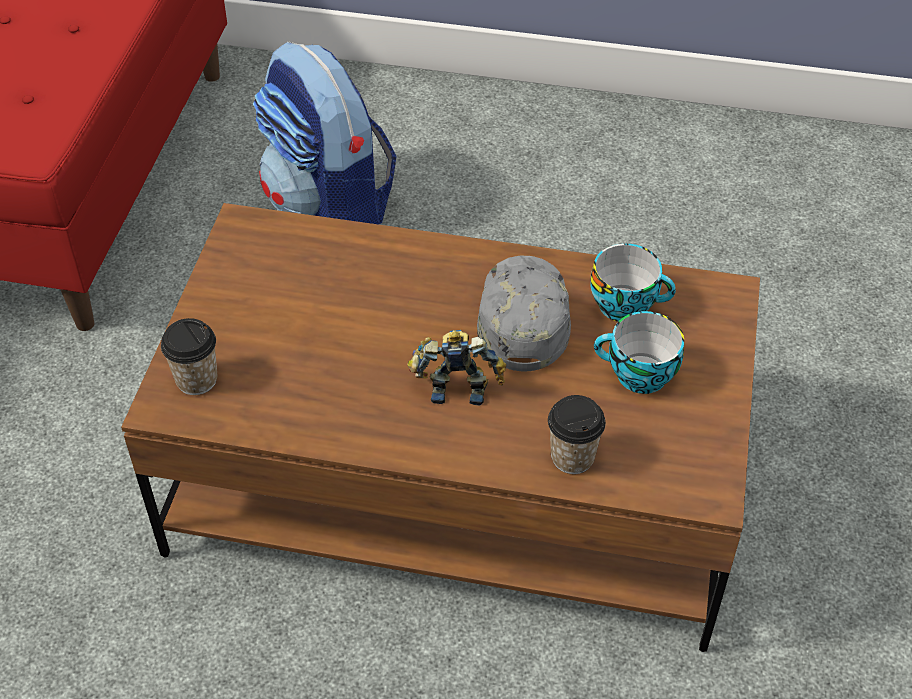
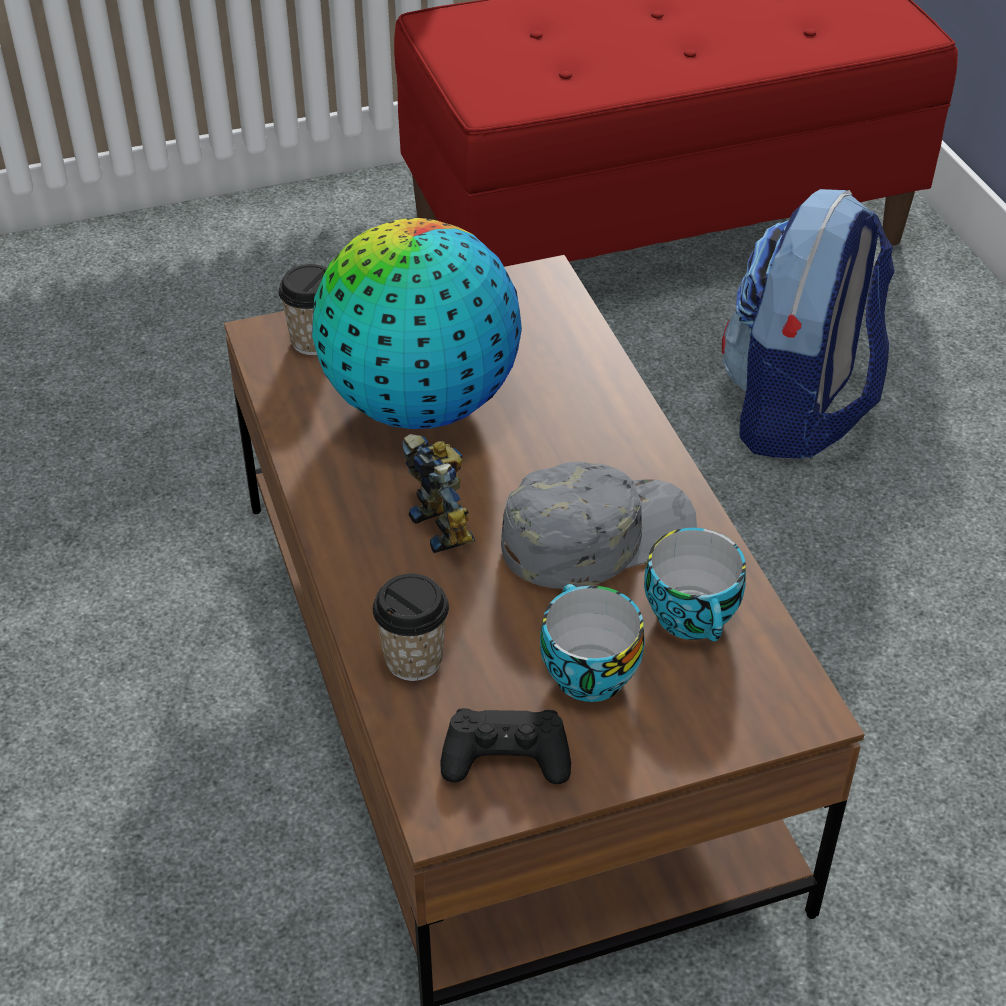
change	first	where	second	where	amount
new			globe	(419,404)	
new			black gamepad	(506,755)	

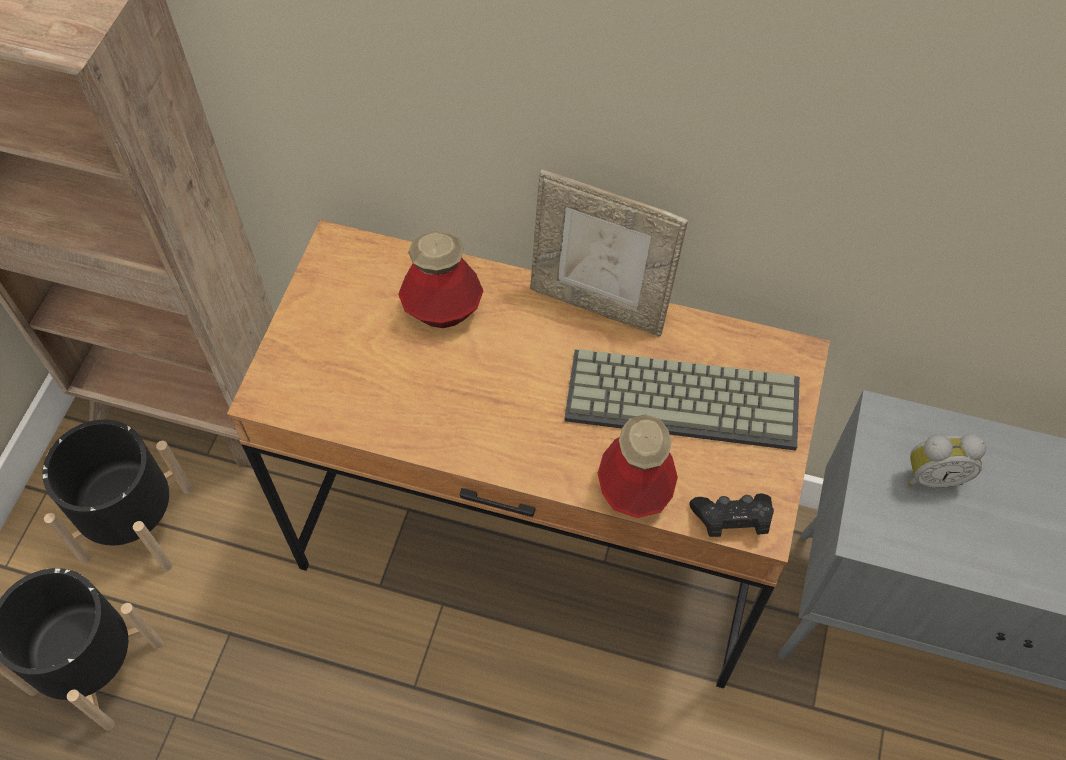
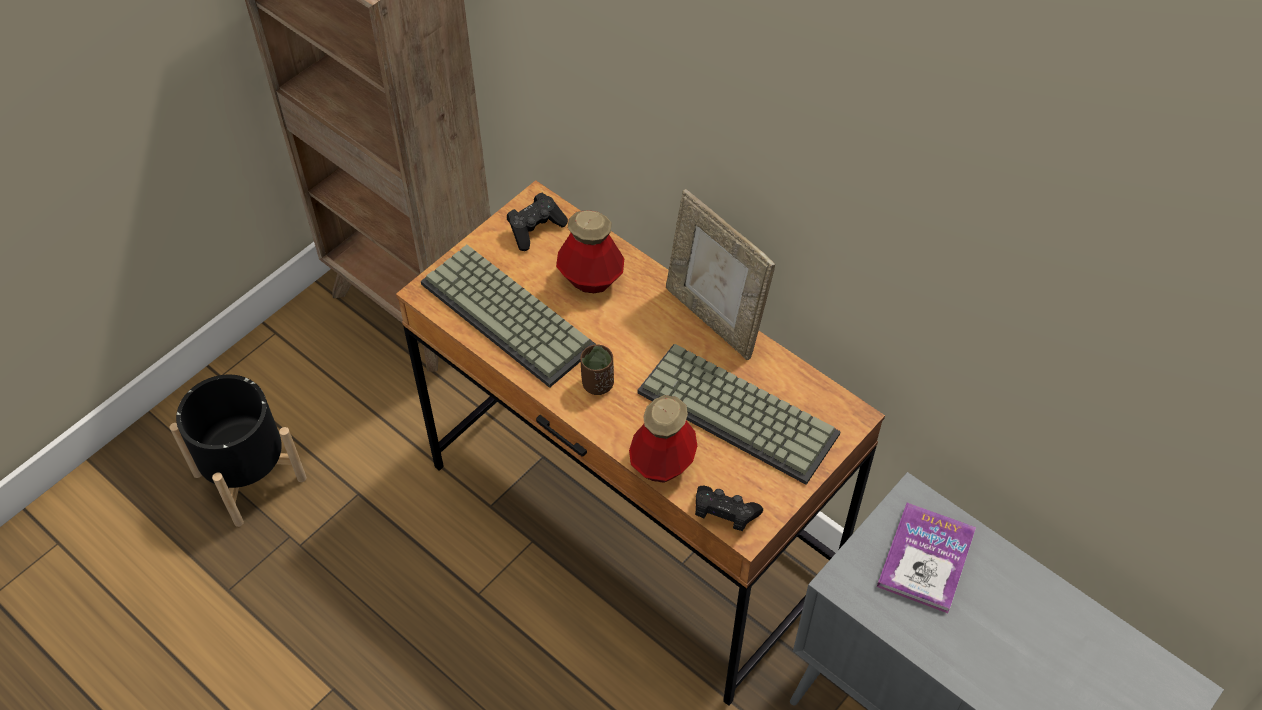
change	first	where	second	where	amount
gone	black flower pot	(137,524)			
swapped	bedside clock	(932,475)	volume	(926,559)	
new			computer keyboard	(511,314)	
new			black gamepad	(535,229)	
new			brown small cup	(597,384)	

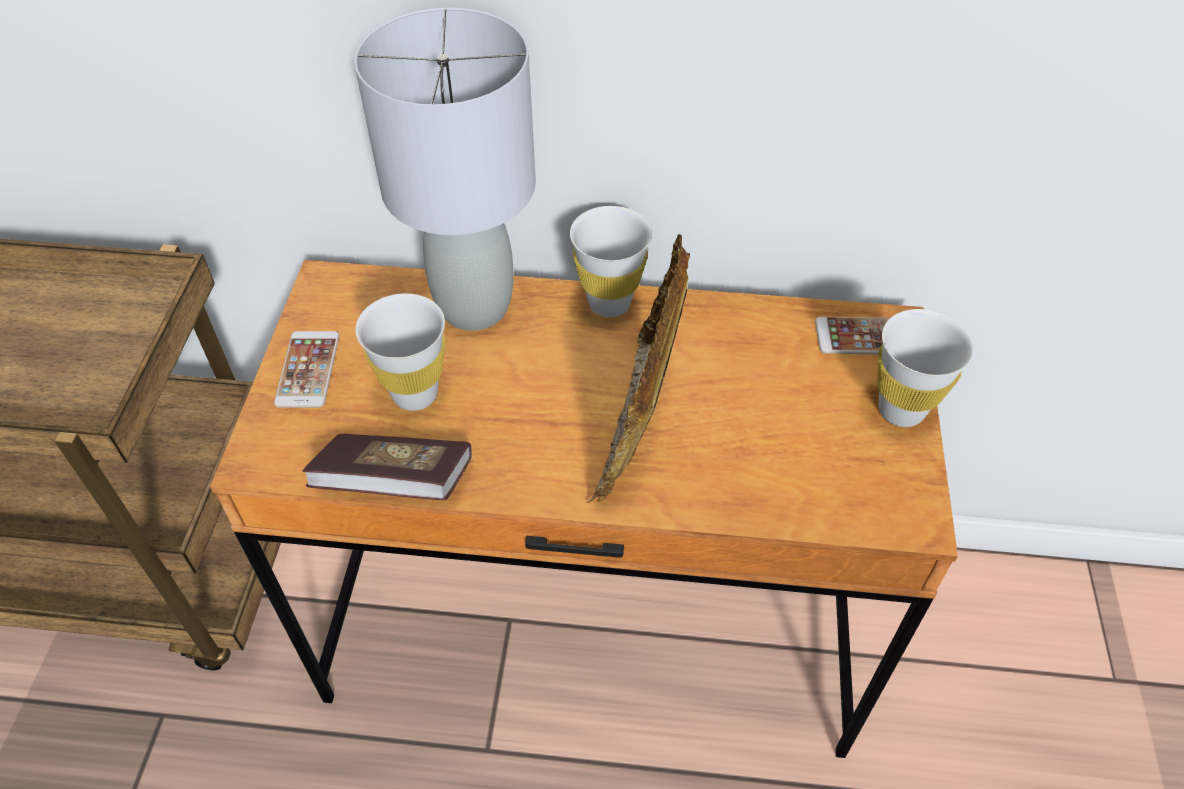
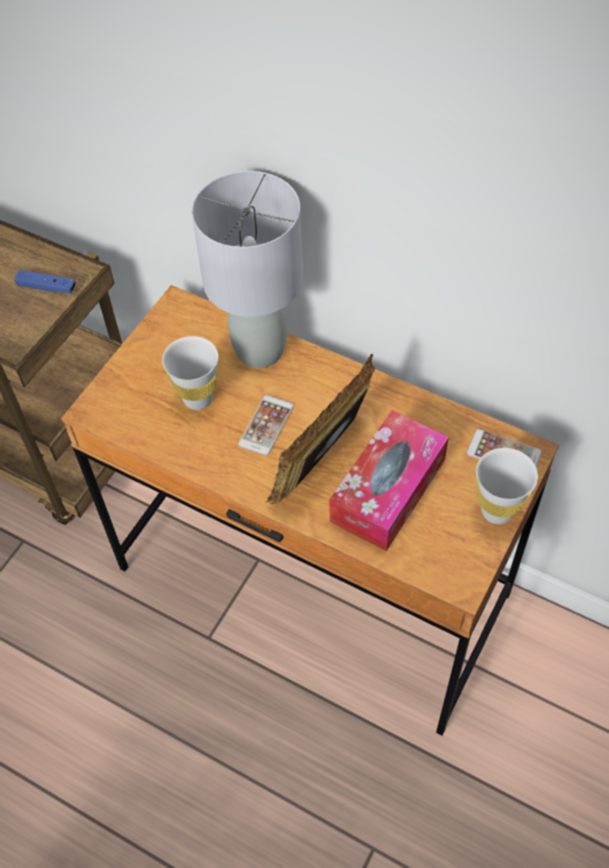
change	first	where	second	where	amount
shifted	phone	(308,369)		(266,425)	
gone	volume	(395,483)			
gone	white-coloured small cup	(609,303)			
new			bluish gamepad	(47,287)	
new			tissue holder	(388,490)	

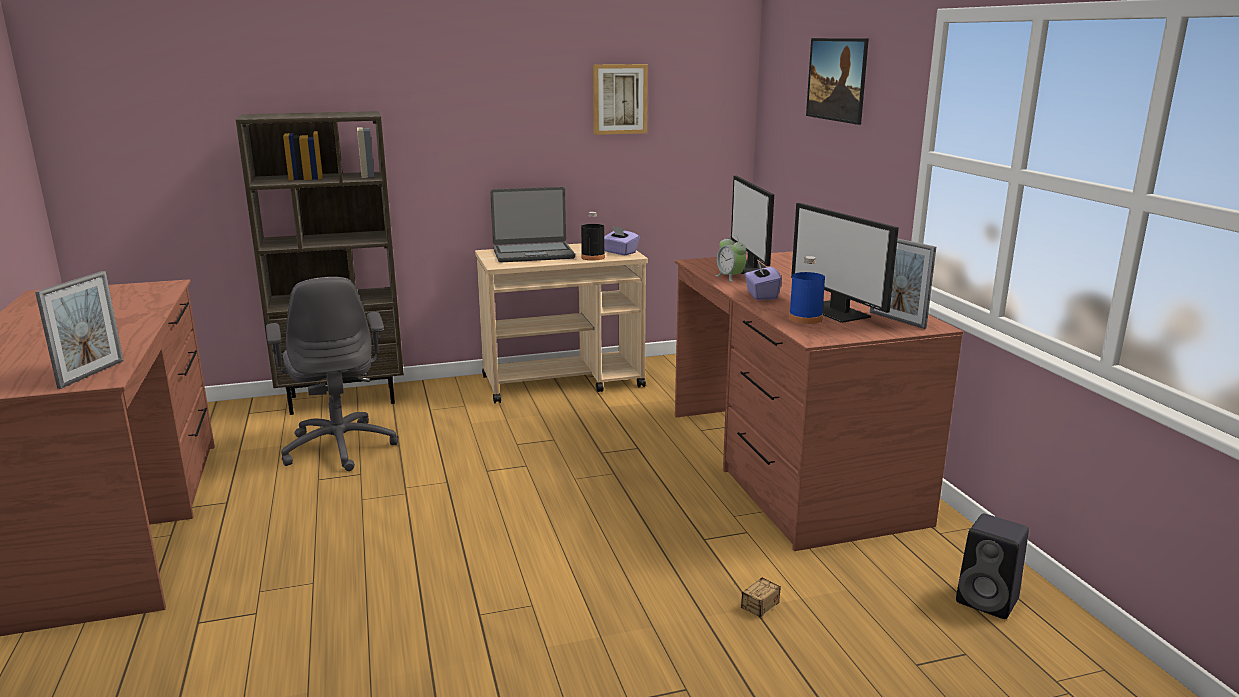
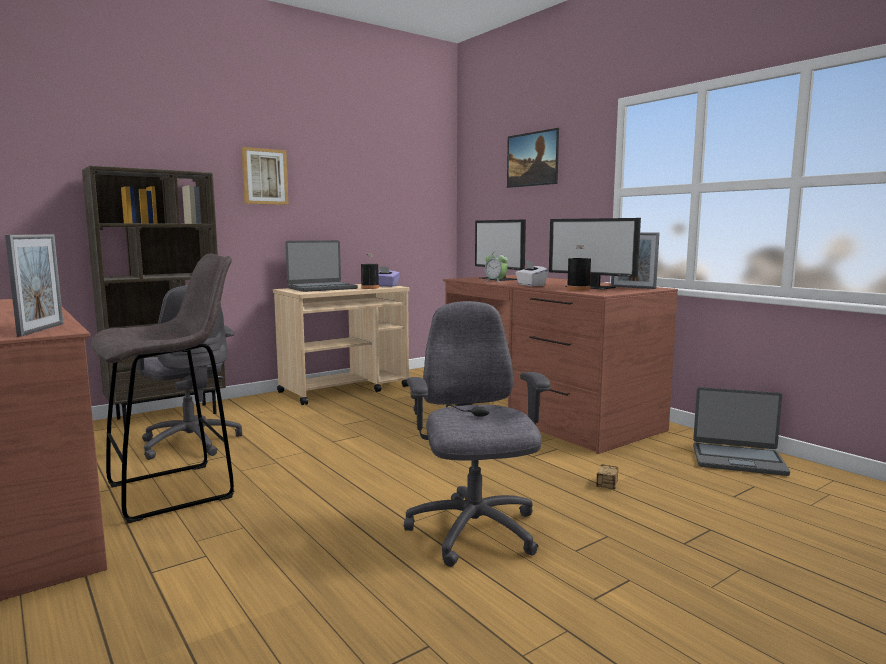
change	first	where	second	where	amount
shifted	picture	(619,99)		(264,176)	
repainted	purple tissue holder	(761,295)	white-coloured tissue holder	(530,285)	
repainted	bluish bottle	(805,318)	black bottle	(578,289)	
swapped	black loudspeaker	(989,601)	notebook computer	(738,460)	
new			gray stool seat	(175,490)	
new			gray office chair	(474,533)	

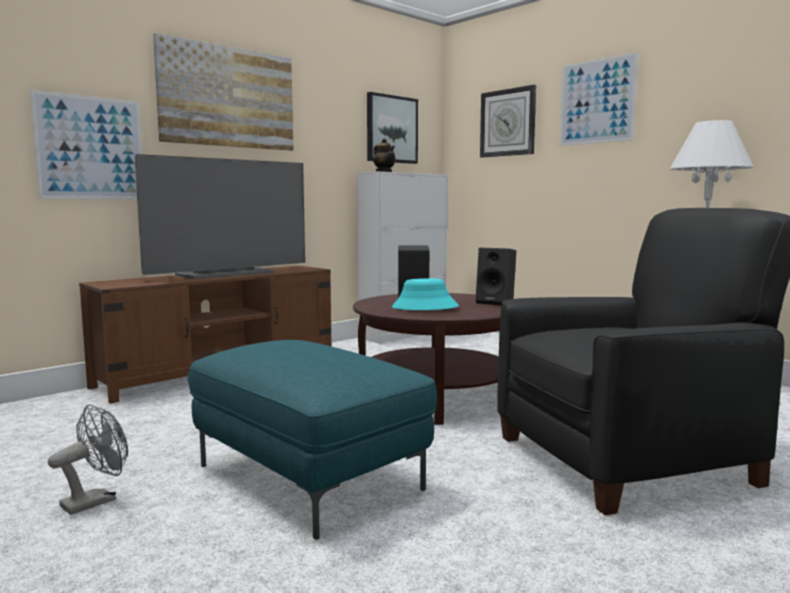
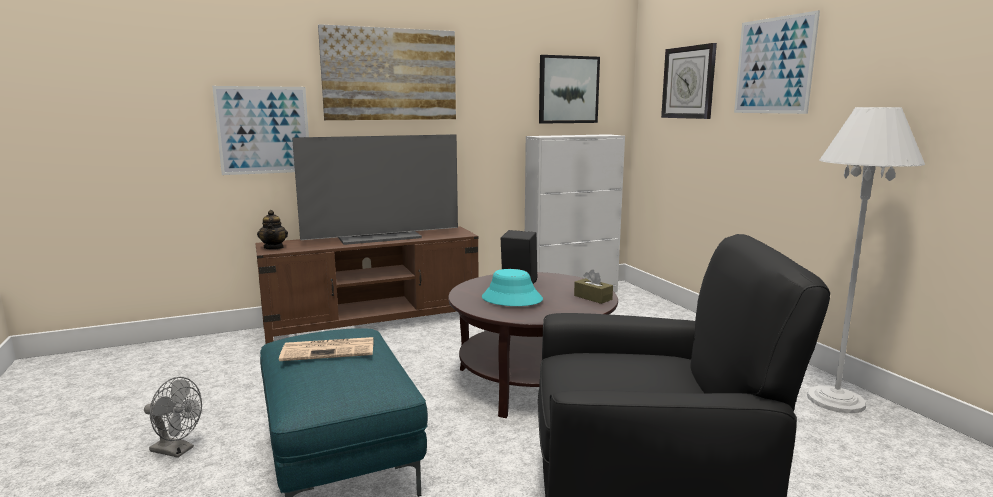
change	first	where	second	where	amount
rotated	gray cooling fan	(96,500)		(177,450)	45 degrees clockwise
shifted	tea pot	(384,172)		(274,247)	
swapped	black loudspeaker	(496,302)	brown tissue holder	(593,297)	
new			newspaper	(330,350)	

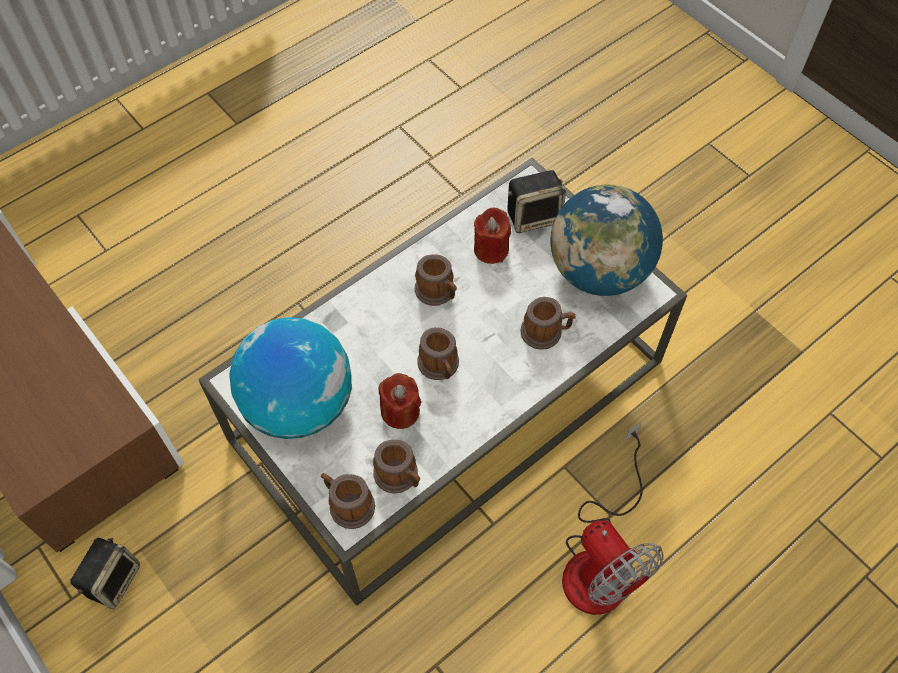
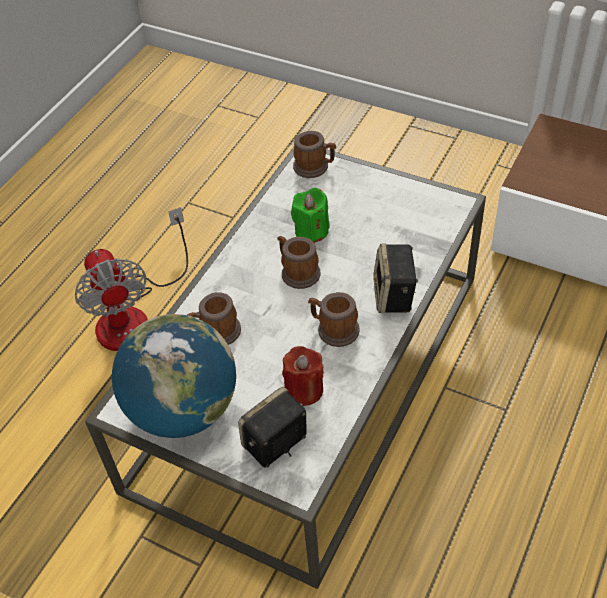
change	first	where	second	where	amount
shifted	loudspeaker	(113,579)		(394,296)	
gone	globe	(298,403)			
gone	tea mug	(399,476)			
repainted	reddish wax candle	(400,411)	green-coloured wax candle	(311,231)	
rotated	cooling fan	(600,559)		(134,314)	150 degrees counterclockwise

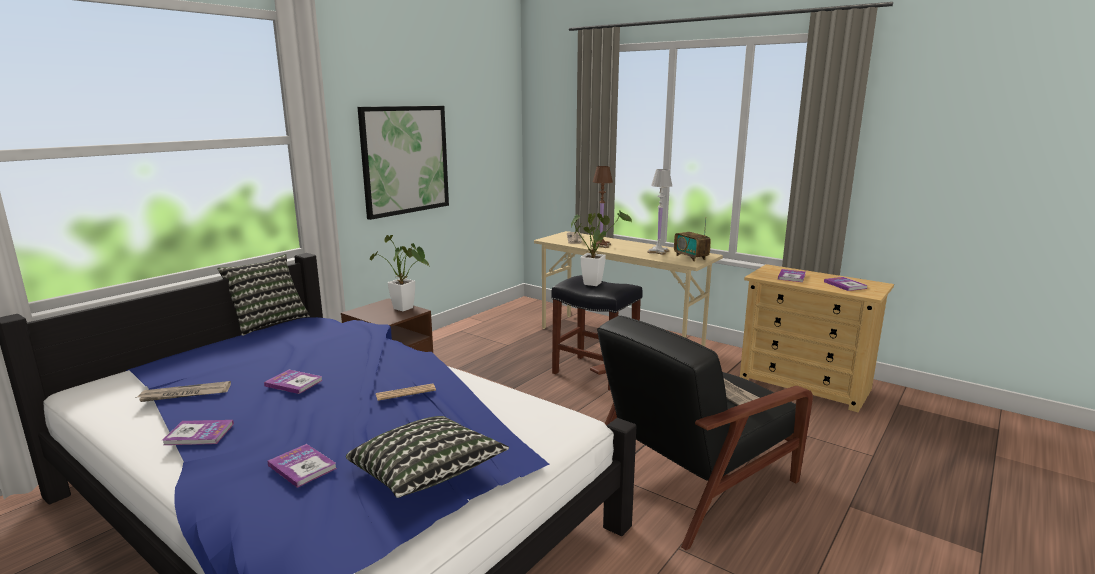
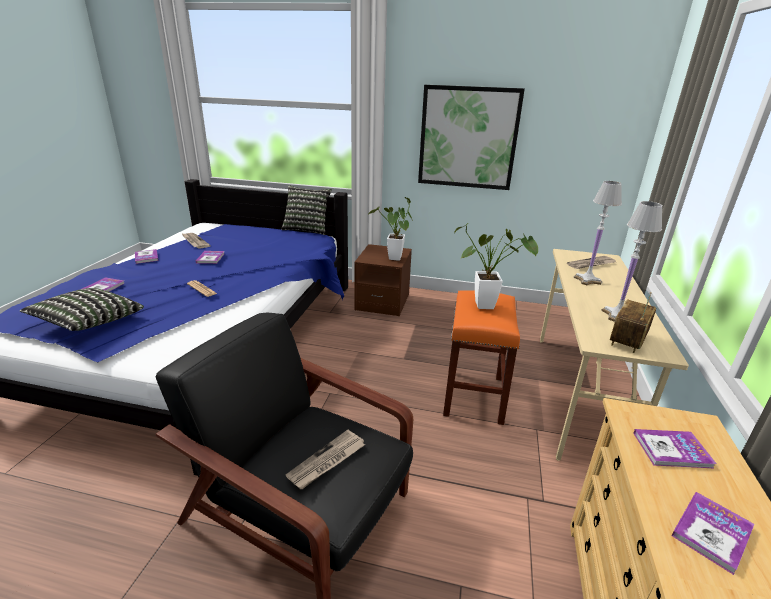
change	first	where	second	where	amount
repainted	black stool seat	(593,372)	orangey stool seat	(473,395)	
repainted	brown tabletop lamp	(601,245)	white-coloured tabletop lamp	(587,280)	

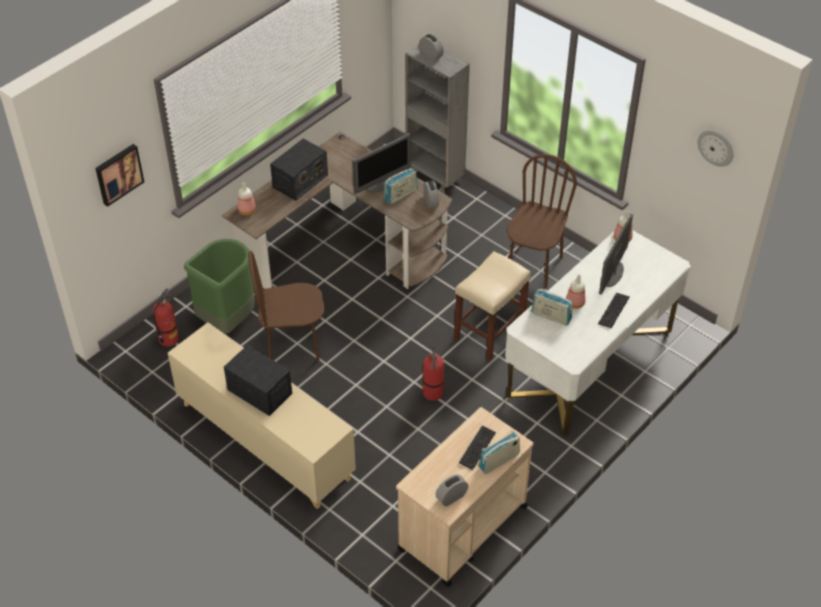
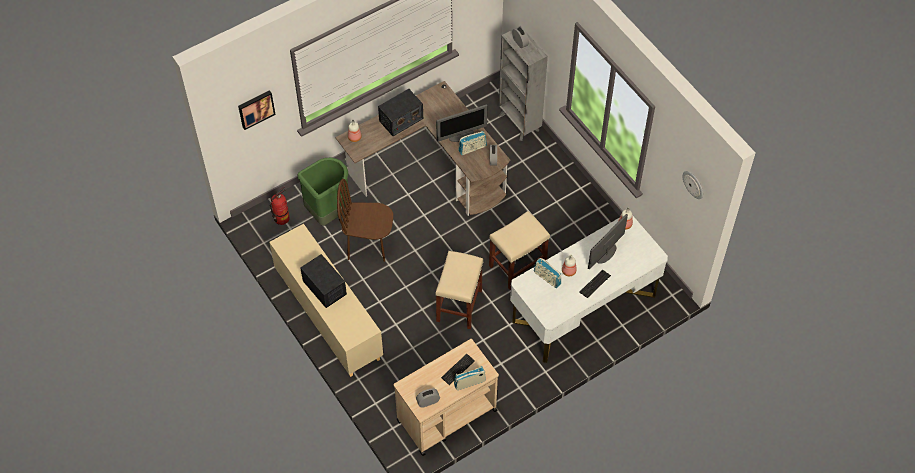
change	first	where	second	where	amount
swapped	fire extinguisher	(433,393)	beige stool seat	(459,306)	
gone	brown upright chair	(533,266)			

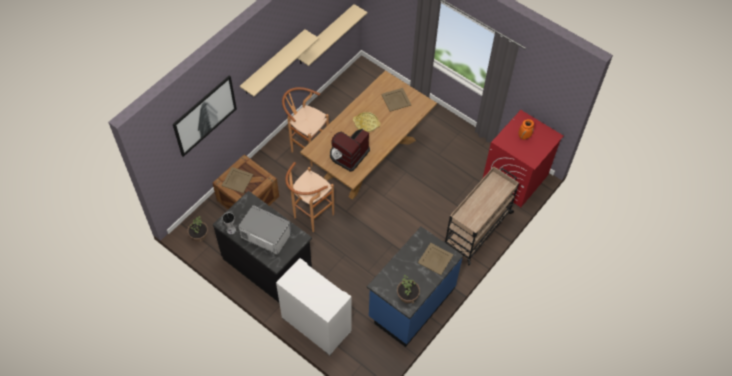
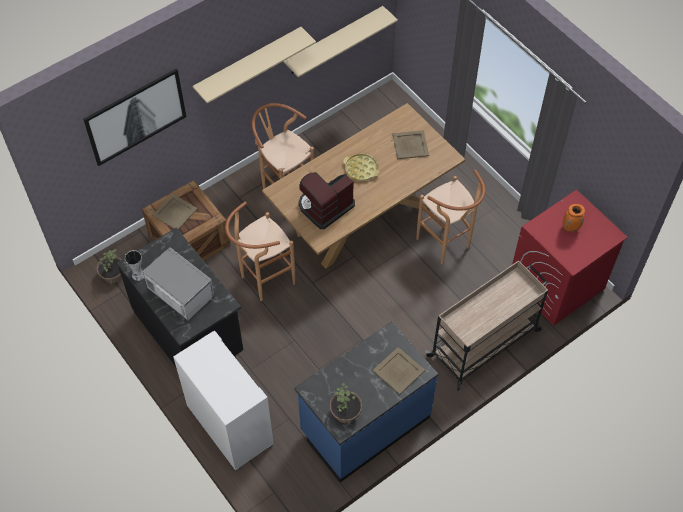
change	first	where	second	where	amount
new			brown stool seat	(447,246)	

